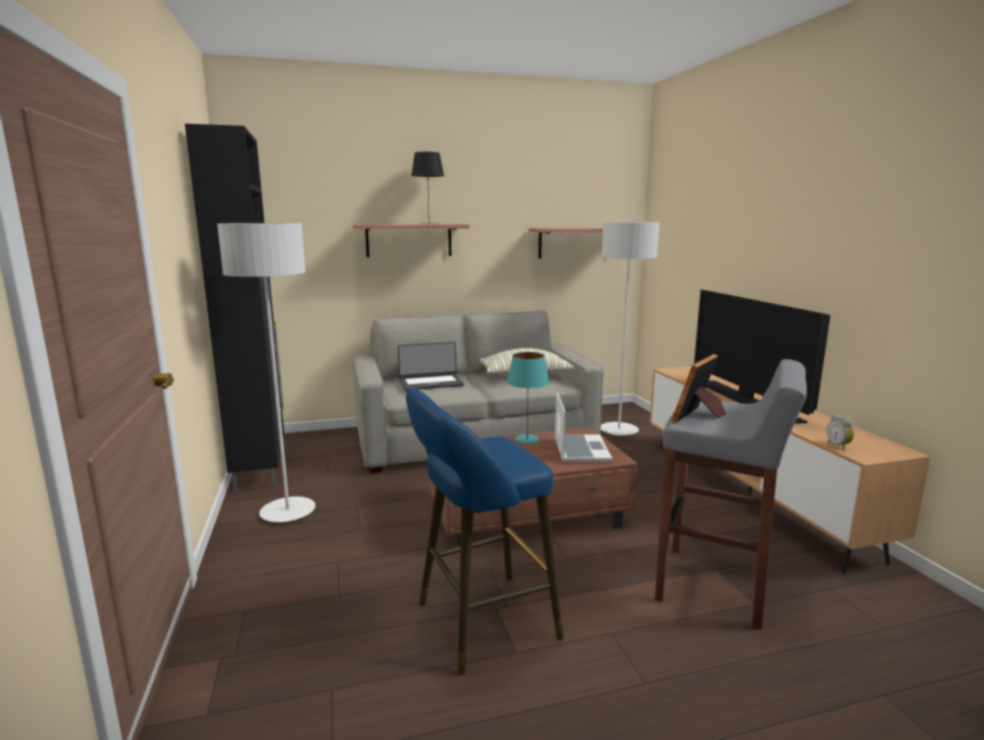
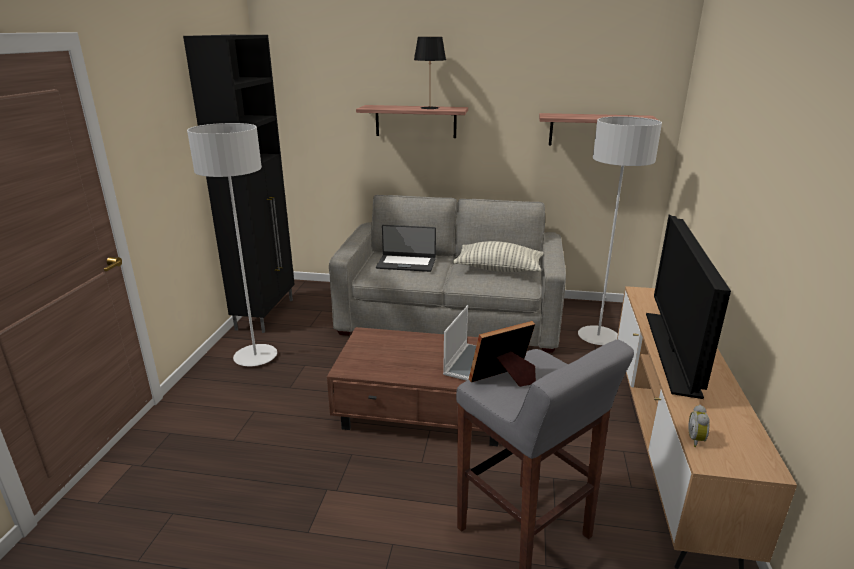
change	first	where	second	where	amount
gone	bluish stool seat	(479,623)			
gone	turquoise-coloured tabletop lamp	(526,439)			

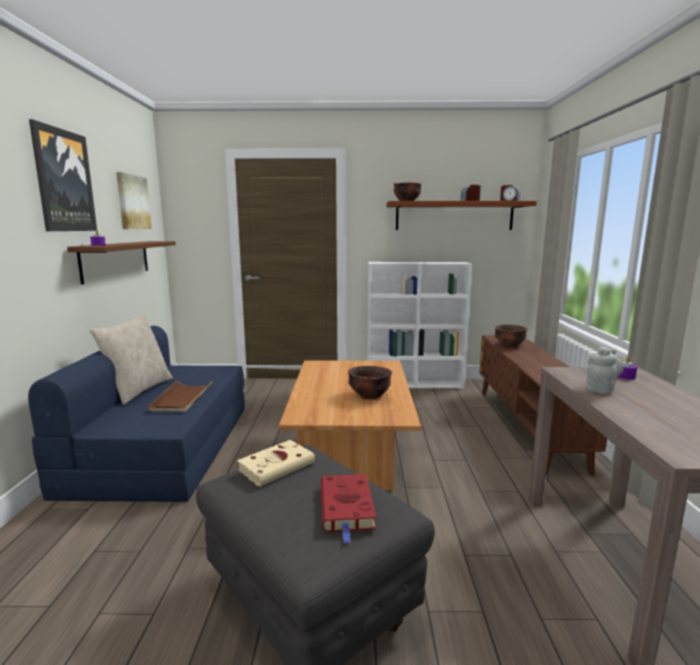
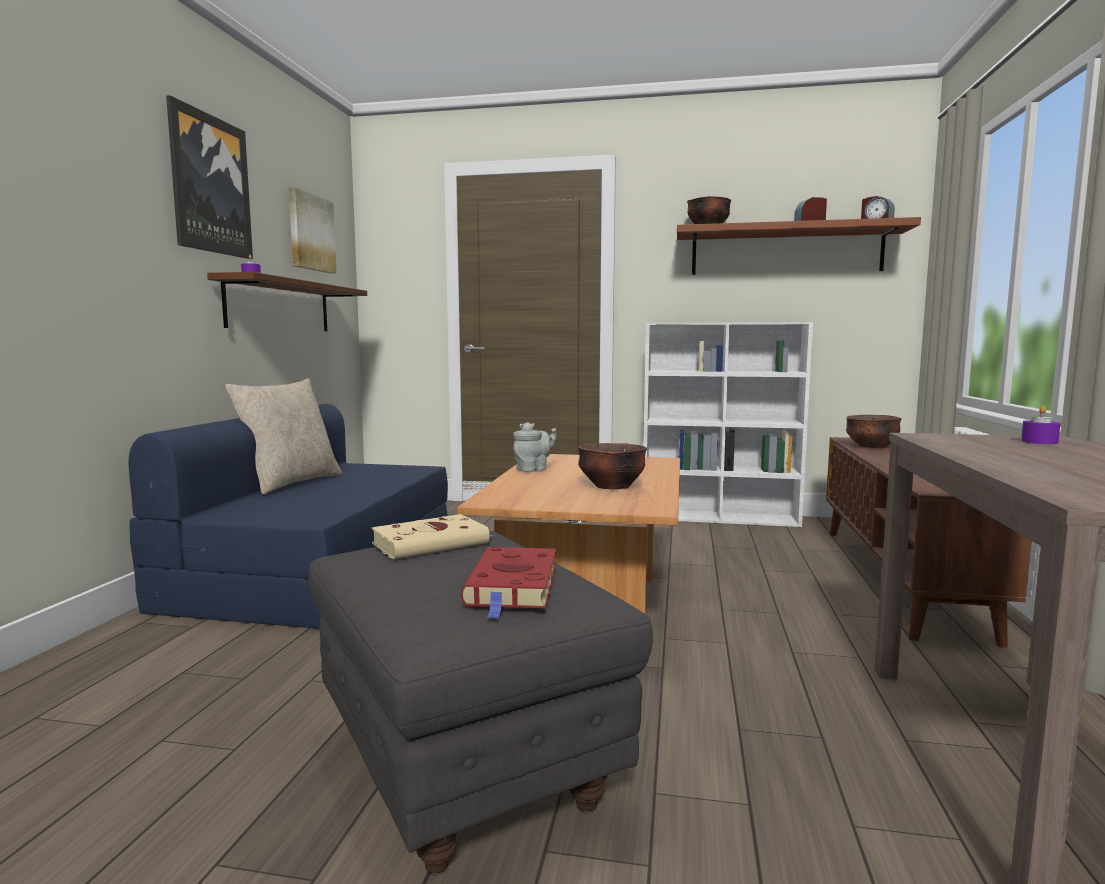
change	first	where	second	where	amount
gone	brown serving tray	(182,398)			
shifted	gray tea pot	(601,389)		(533,469)	

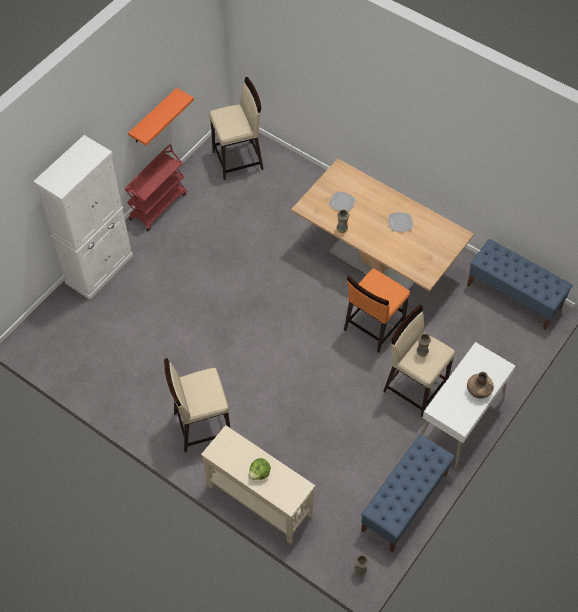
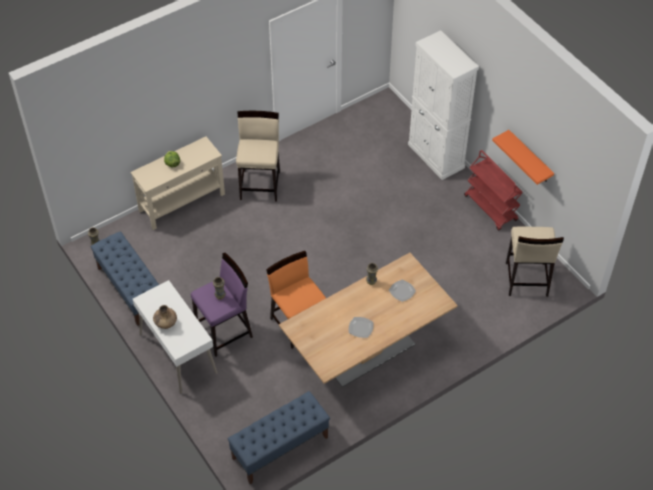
change	first	where	second	where	amount
repainted	beige stool seat	(414,387)	purple stool seat	(224,332)	

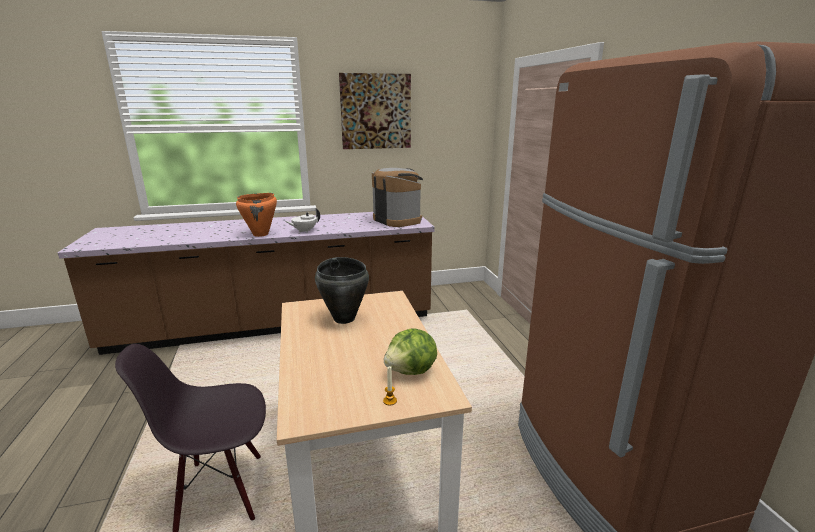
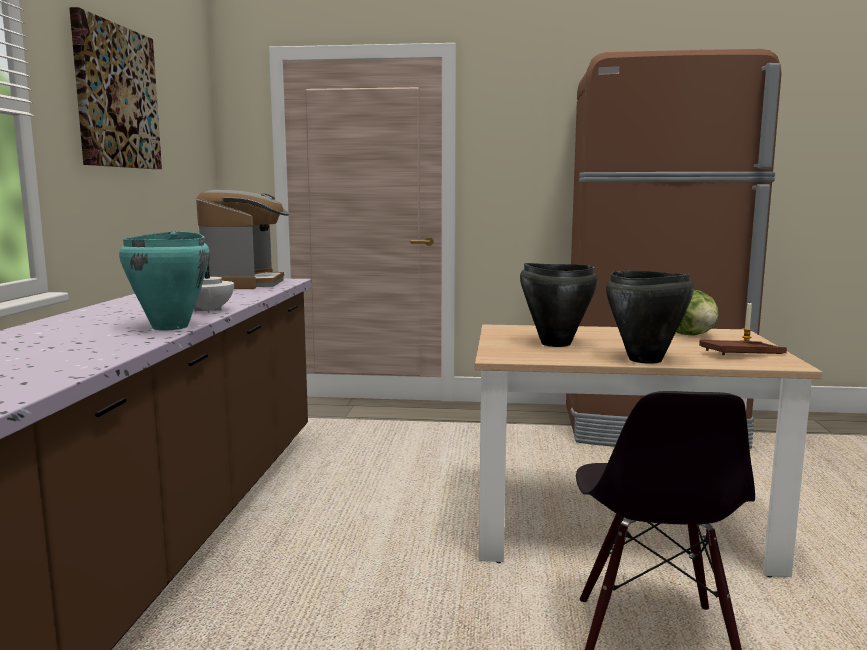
change	first	where	second	where	amount
repainted	orangey stockpot	(261,234)	turquoise-coloured stockpot	(171,327)	
rotated	coffee maker	(397,220)		(245,283)	105 degrees clockwise
new			black stockpot	(645,360)	
new			brown serving tray	(742,354)	

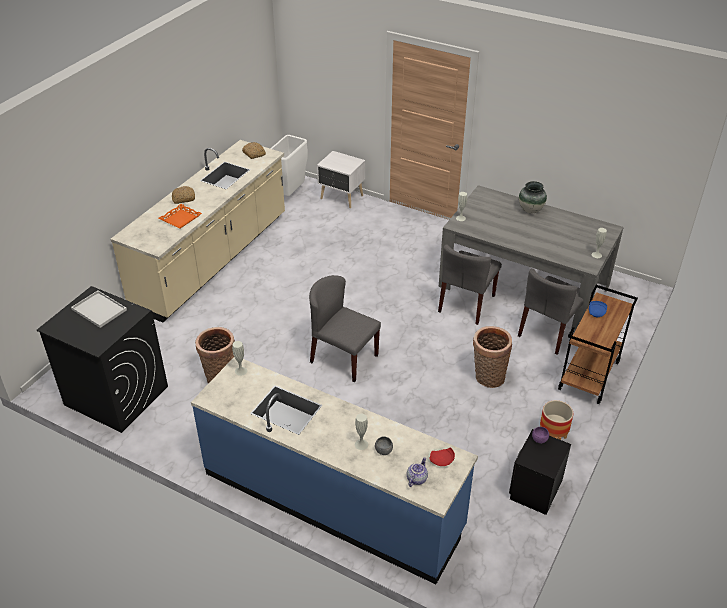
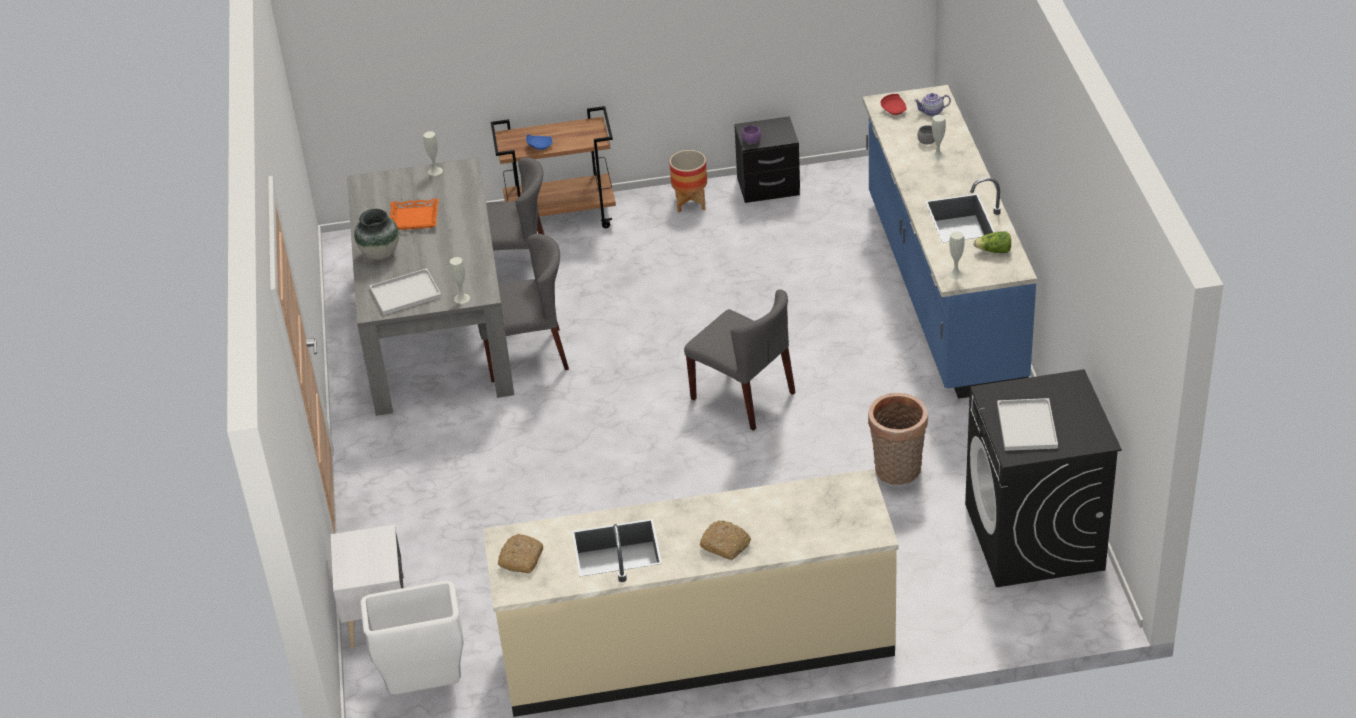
change	first	where	second	where	amount
shifted	orangey serving tray	(180,219)		(414,218)	
rotated	gray upright chair	(343,358)		(743,396)	45 degrees counterclockwise
gone	basket	(487,377)			
new			white-coloured serving tray	(404,294)	
new			head of lettuce	(994,251)	

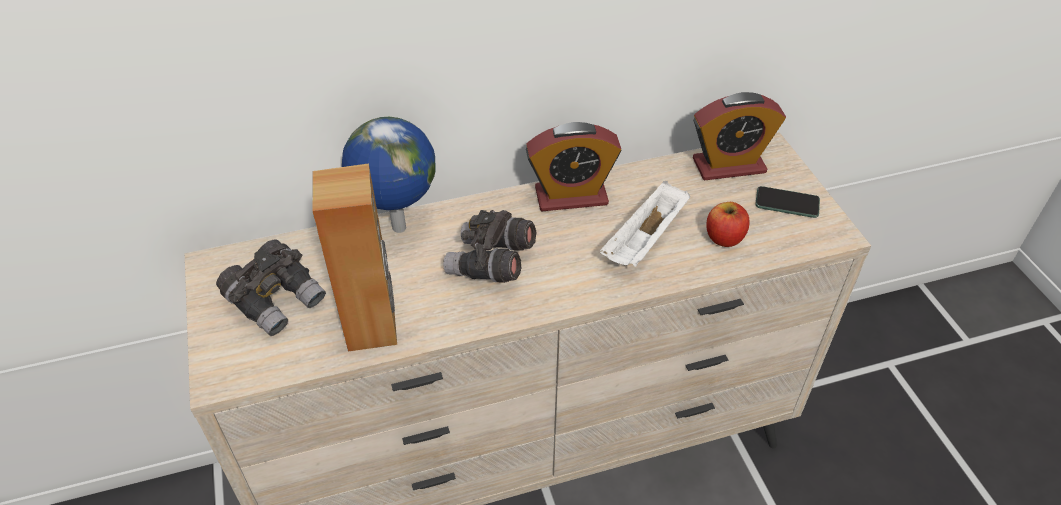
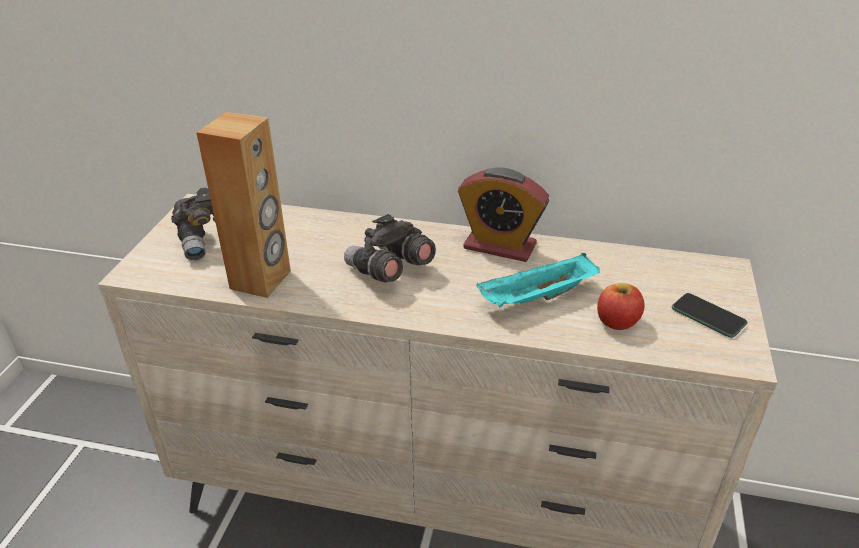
change	first	where	second	where	amount
gone	globe	(398,229)			
repainted	white-coloured serving tray	(645,240)	turquoise-coloured serving tray	(537,298)	
gone	bedside clock	(729,166)			

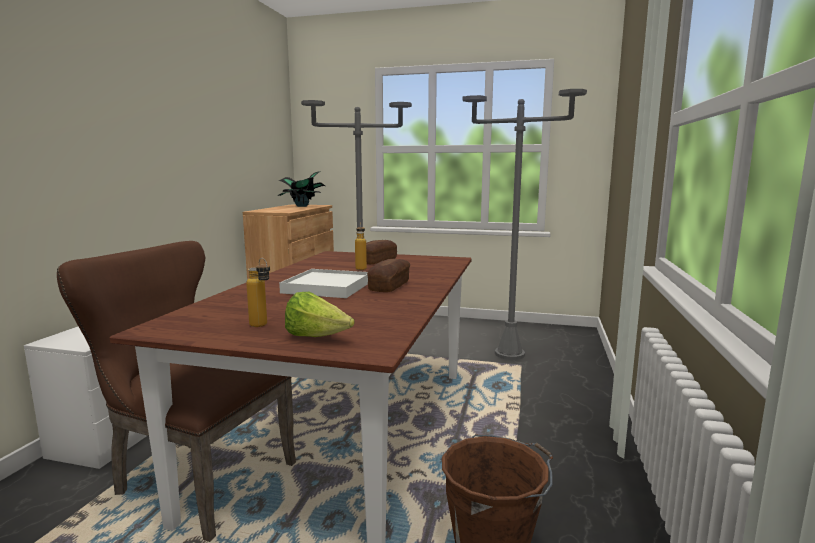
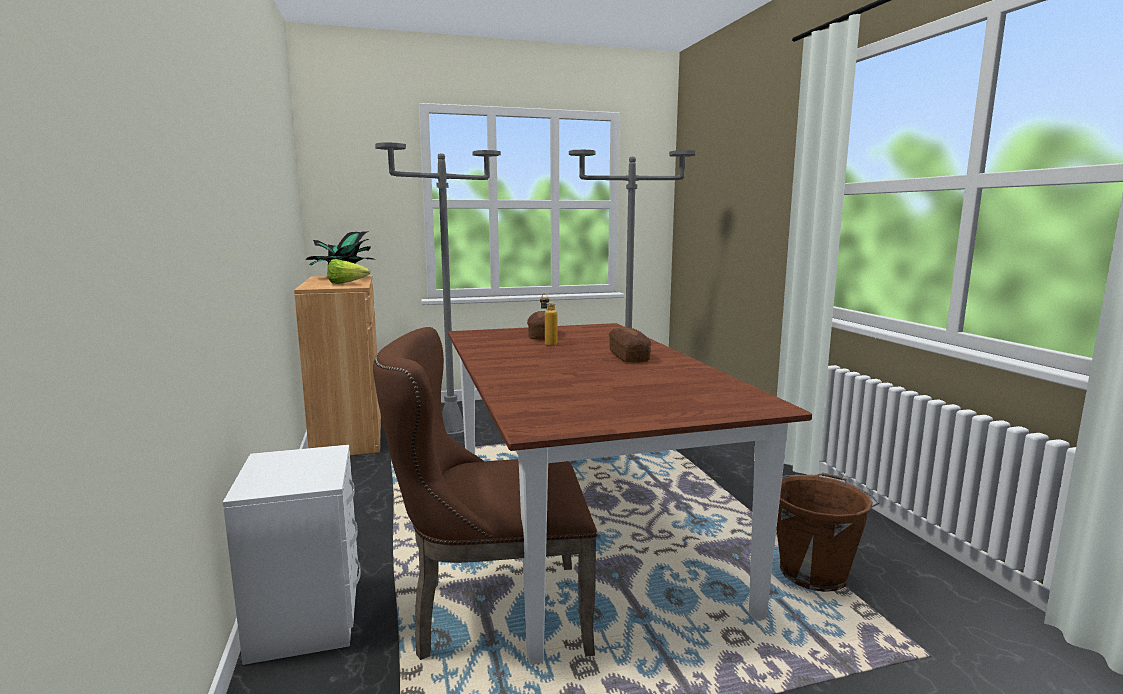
change	first	where	second	where	amount
gone	bottle	(262,326)			
gone	white-coloured serving tray	(327,287)			
shifted	head of lettuce	(317,337)		(346,284)	

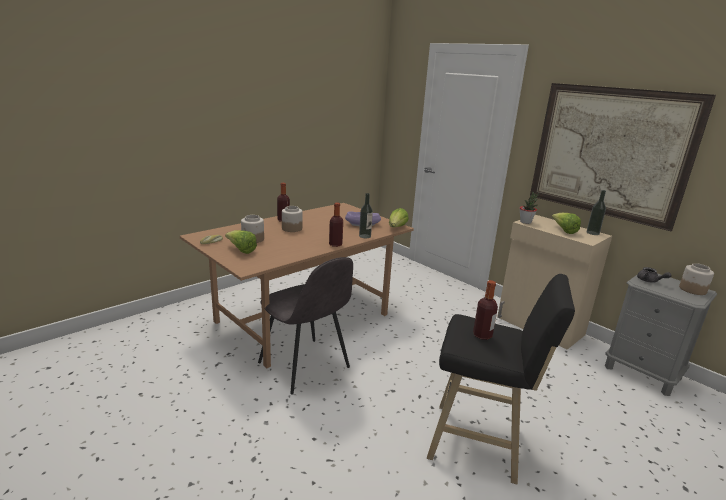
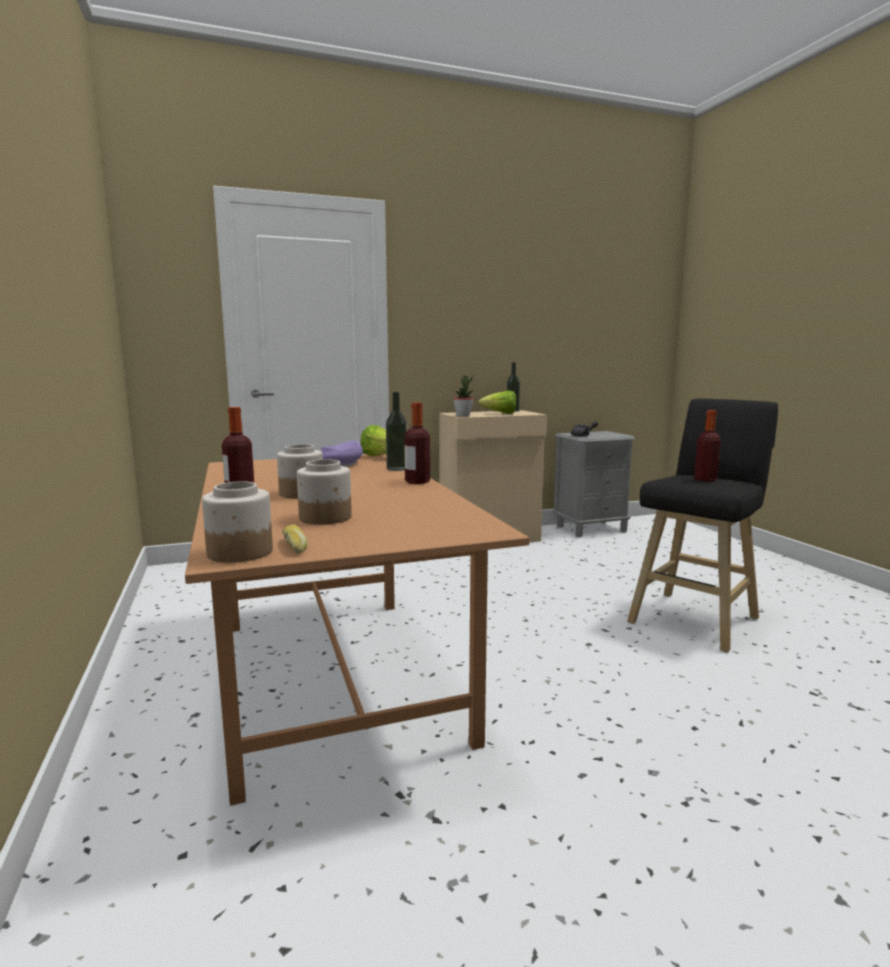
change	first	where	second	where	amount
gone	head of lettuce	(241,250)			
gone	gray upright chair	(305,366)			
gone	picture	(609,152)			
shifted	preserve jar	(692,289)		(239,552)	

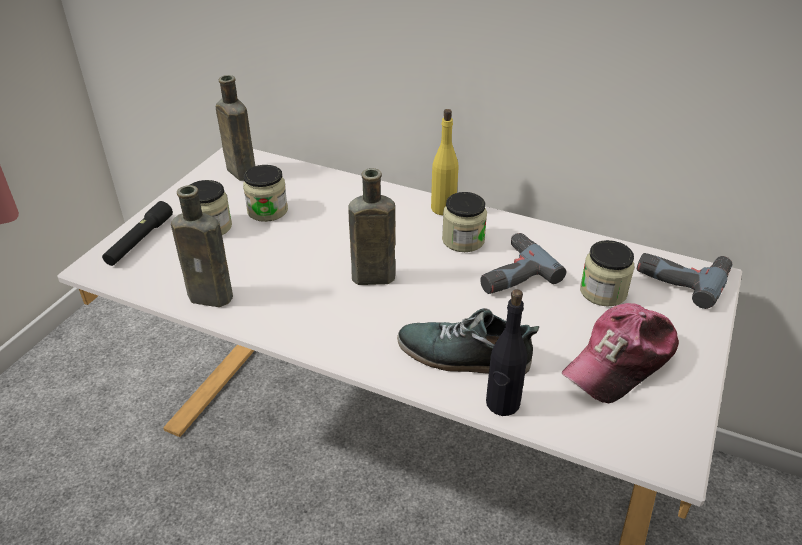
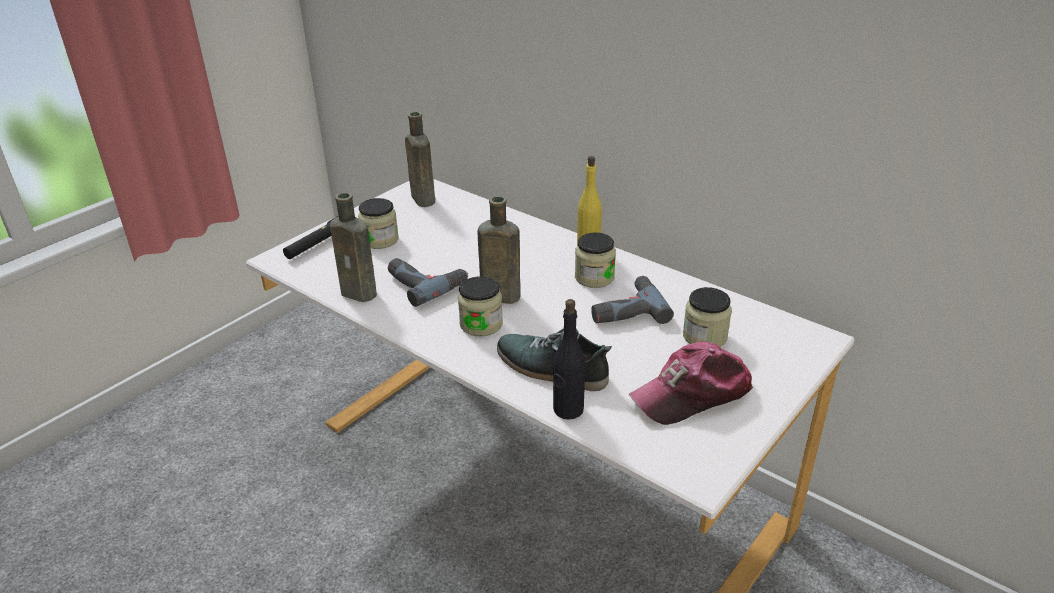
change	first	where	second	where	amount
shifted	preserve jar	(267,210)		(481,324)	
shifted	drill	(682,277)		(425,283)	

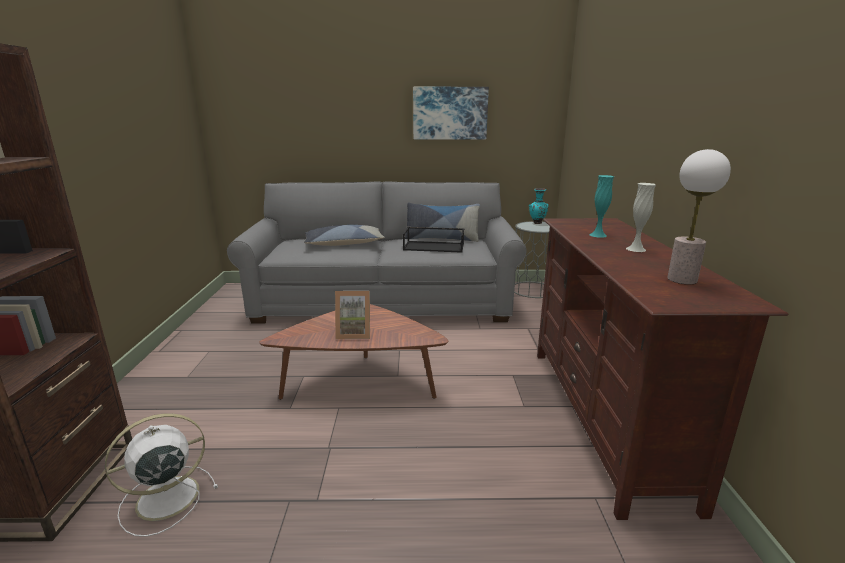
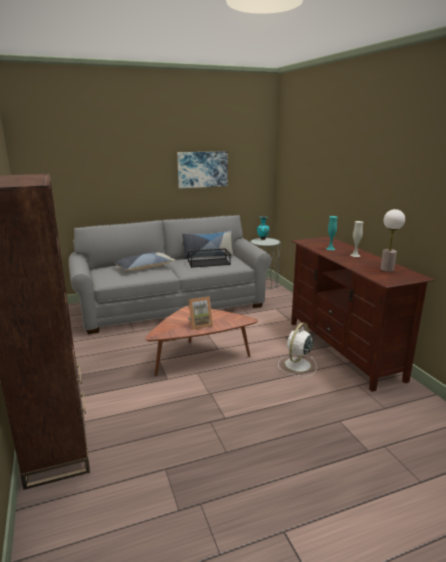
change	first	where	second	where	amount
shifted	white-coloured cooling fan	(165,499)		(297,365)	

